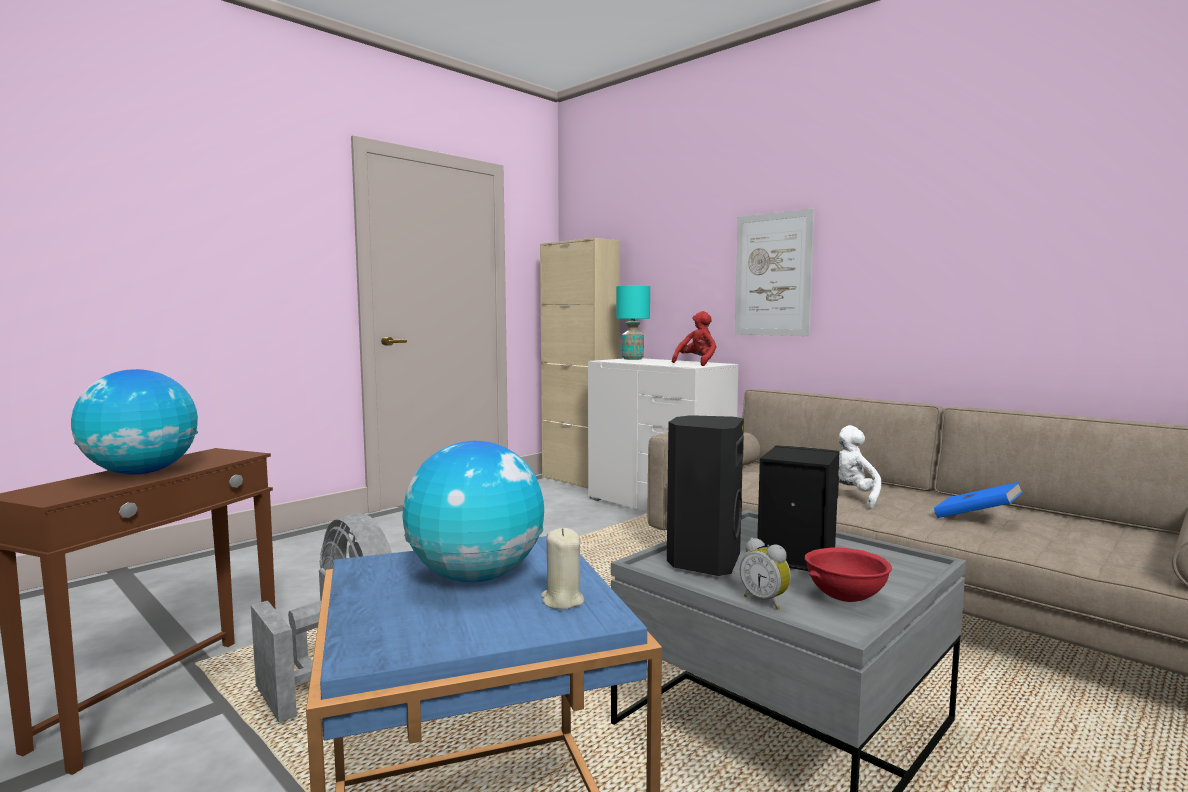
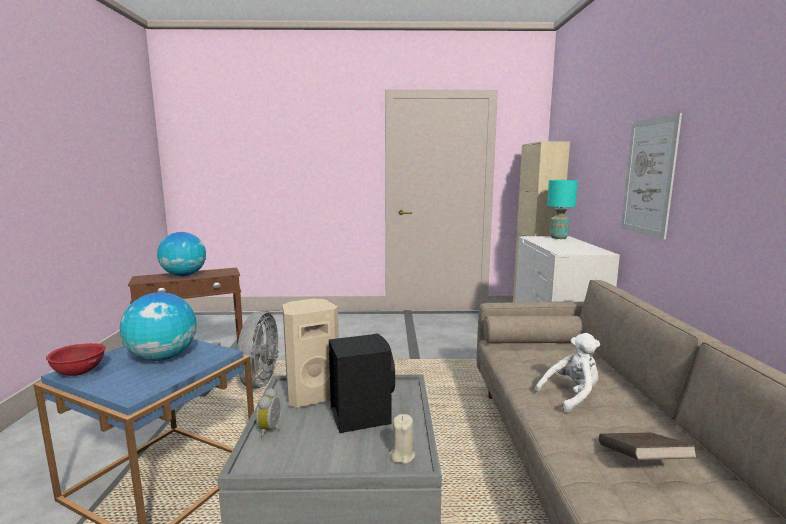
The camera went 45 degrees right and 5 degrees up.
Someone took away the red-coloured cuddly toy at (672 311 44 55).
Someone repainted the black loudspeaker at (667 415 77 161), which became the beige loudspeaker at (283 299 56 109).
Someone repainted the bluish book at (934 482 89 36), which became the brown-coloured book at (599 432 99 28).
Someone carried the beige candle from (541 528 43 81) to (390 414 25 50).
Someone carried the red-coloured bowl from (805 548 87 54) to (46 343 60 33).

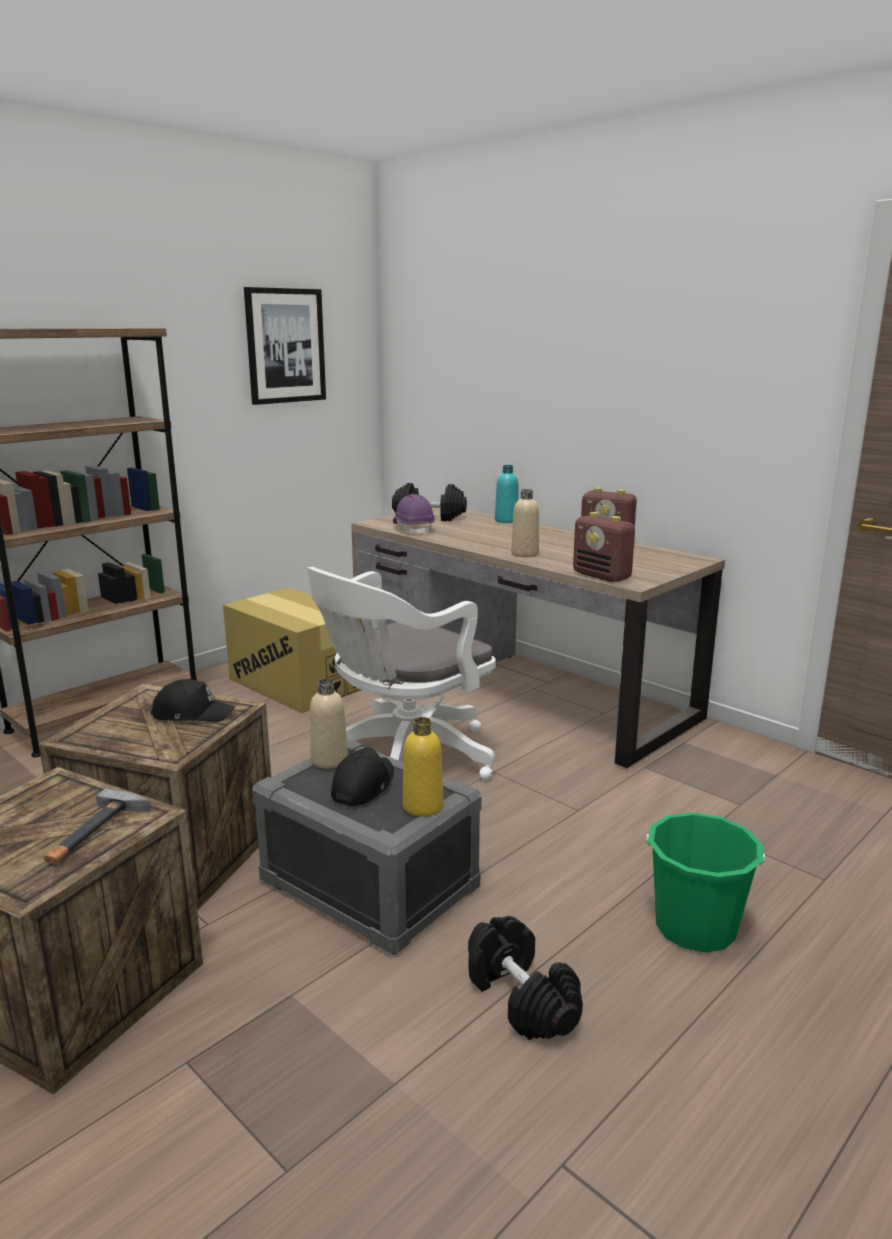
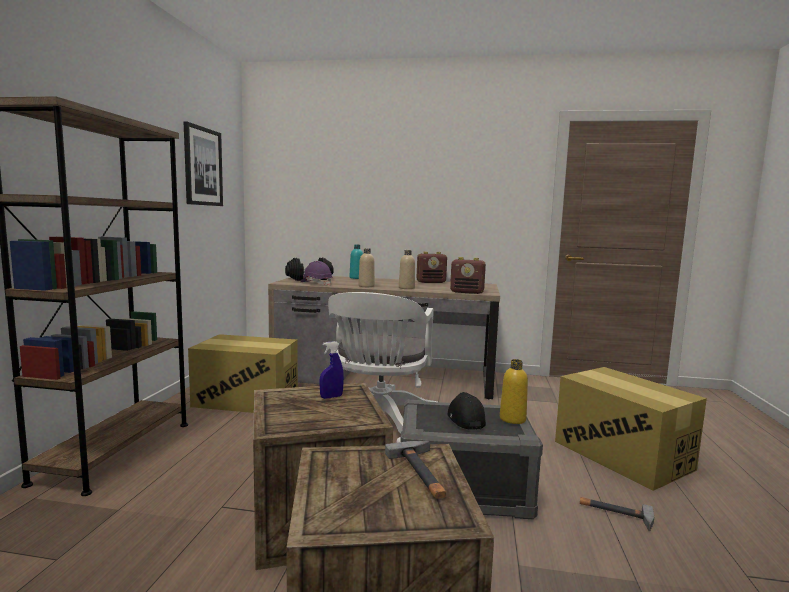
The camera went 35 degrees left and 10 degrees down.
Someone swapped the black peaked cap at (151 679 84 43) for the bluish sprayer at (319 341 25 58).
Someone carried the beige drink bottle from (310 679 38 90) to (358 248 17 39).
Someone swapped the green bucket at (646 813 119 140) for the packing box at (555 367 152 124).
Someone swapped the black hand weight at (468 916 115 124) for the hammer at (580 497 74 34).

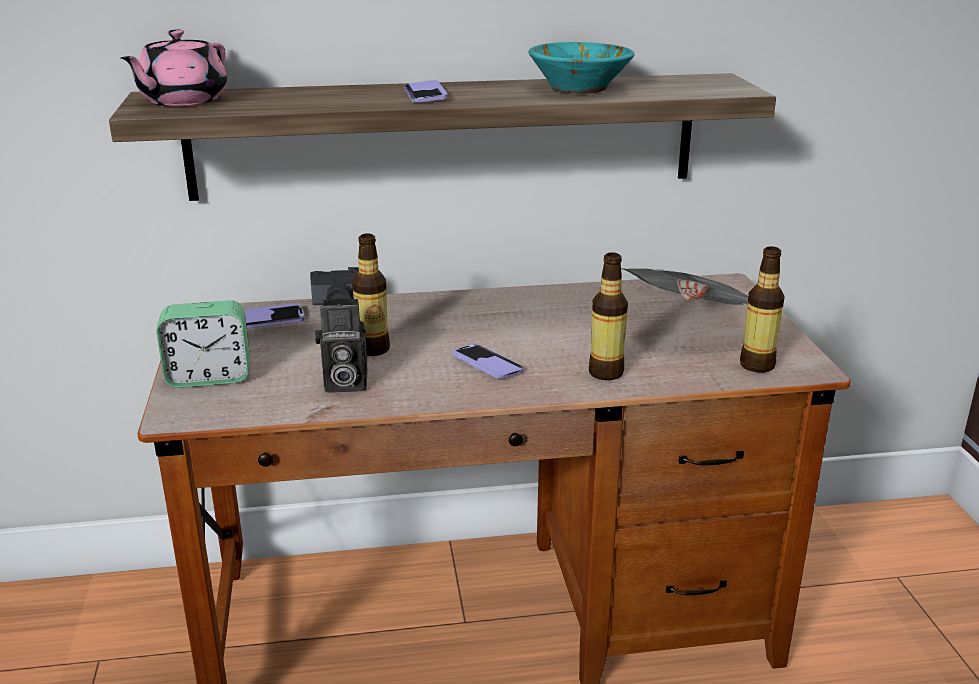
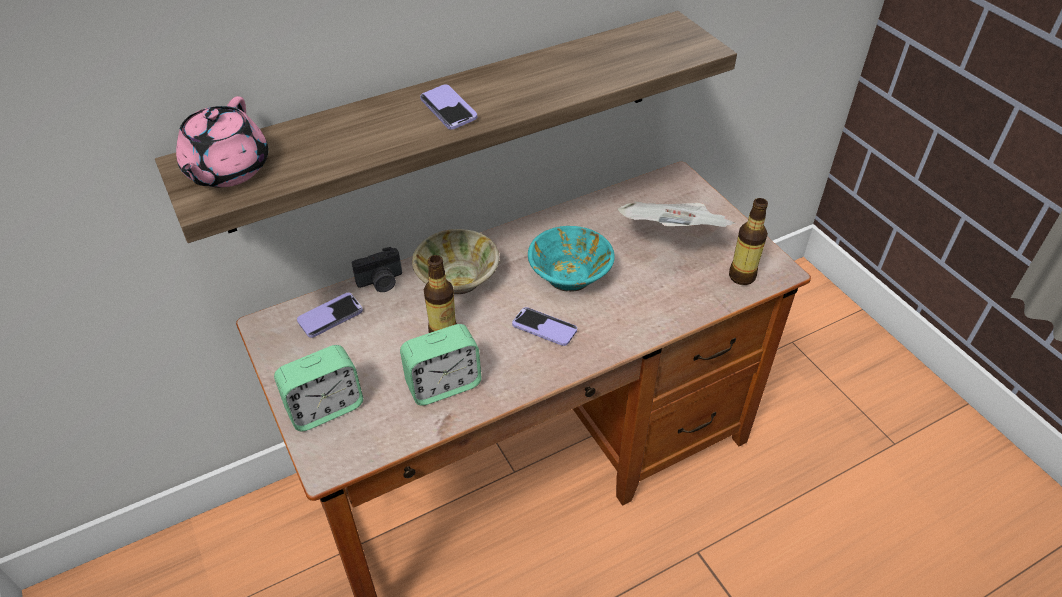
The camera went 20 degrees left and 20 degrees up.
Someone carried the turquoise bowl from (529 42 106 52) to (528 226 87 66).
Someone took away the drink bottle at (589 252 39 128).
Someone swapped the photo camera at (315 298 52 95) for the table clock at (400 324 82 81).
Someone put down the beige bowl at (412 229 88 65).

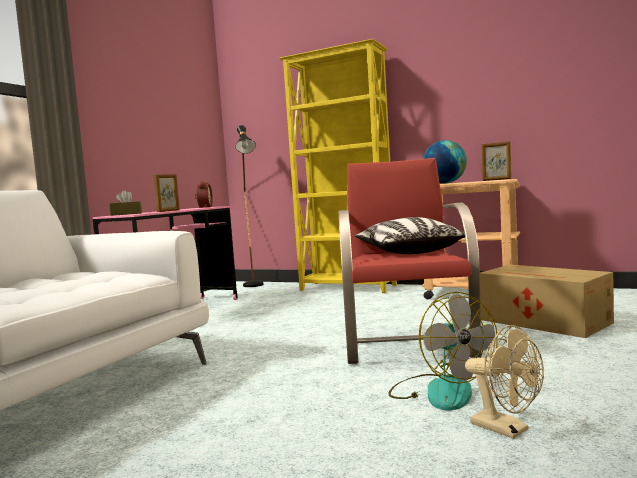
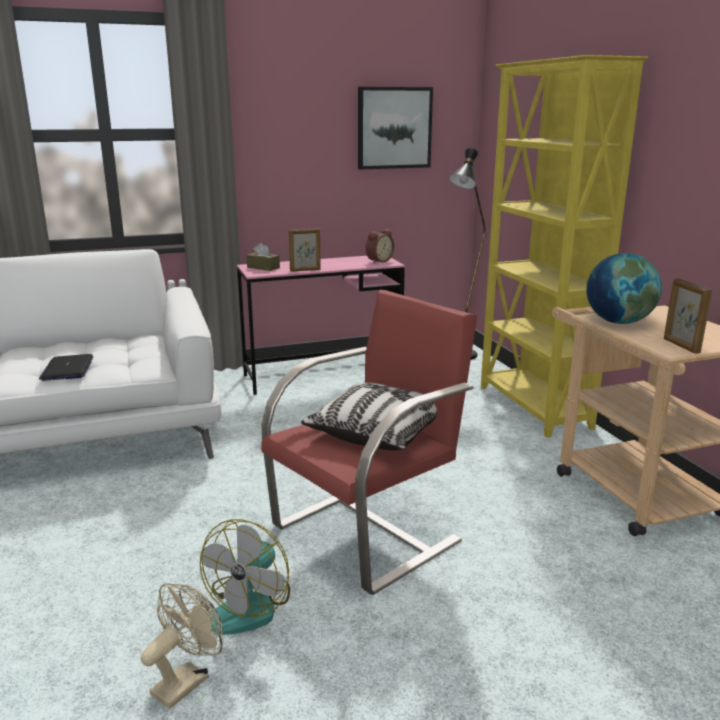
The camera went 45 degrees right and 15 degrees up.
Someone took away the packing box at (480 265 134 73).
Someone rotated the beige fan at (465 325 79 114) by 150 degrees counterclockwise.
Someone put up the wall art at (358 87 75 82).
Someone put down the portable computer at (39 354 54 27).

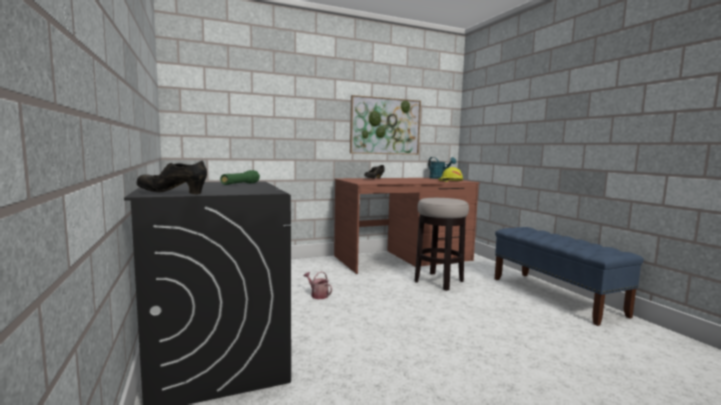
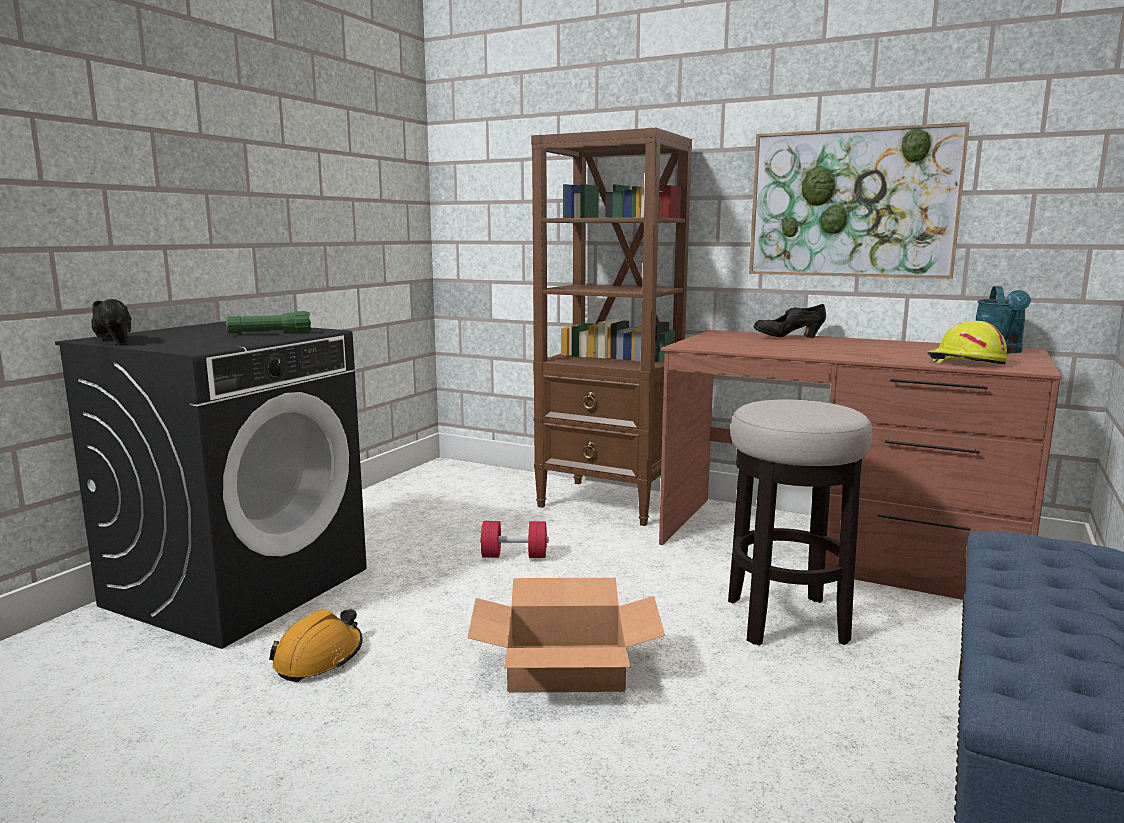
The camera went 50 degrees right and 5 degrees up.
Someone swapped the watering can at (304 271 28 28) for the red-coloured hand weight at (480 521 69 37).
Someone put down the brown-coloured bookshelf at (531 128 161 398).
Someone put down the packing box at (467 578 198 115).
Someone put down the orangey work helmet at (269 609 94 73).

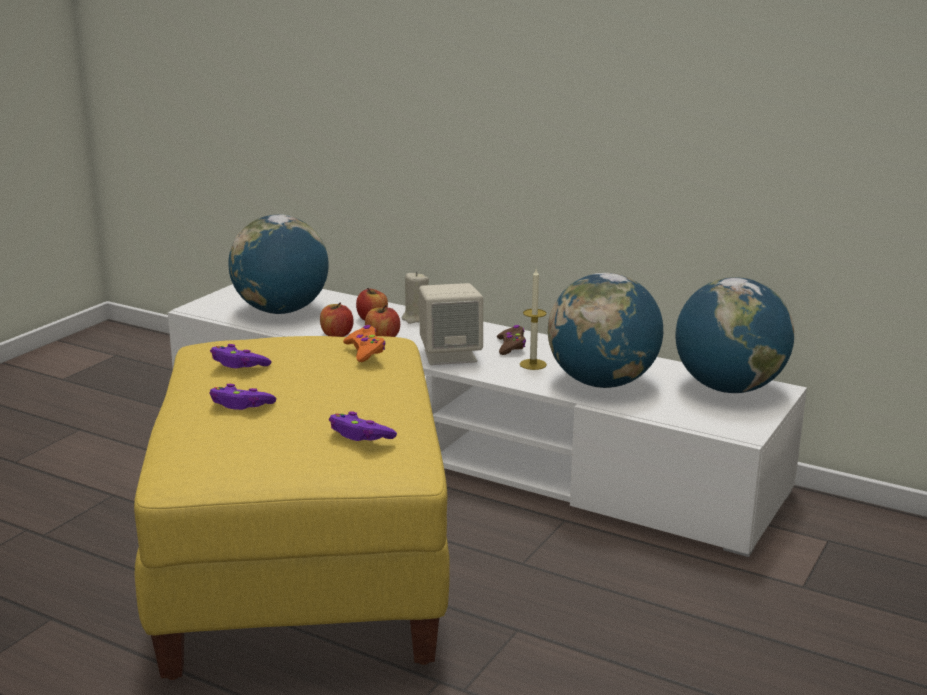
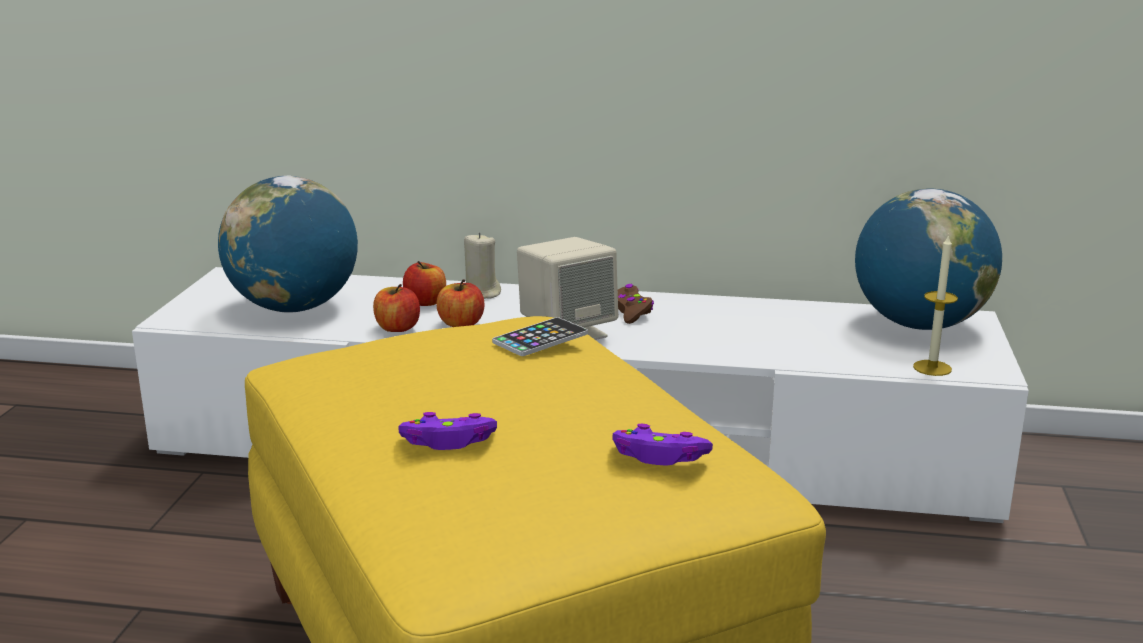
The camera went 20 degrees left and 0 degrees up.
Someone carried the candle from (520 269 27 101) to (913 234 45 142).
Someone took away the desk globe at (548 273 115 115).
Someone swapped the orangey game controller at (343 325 43 37) for the handset at (492 317 96 39).
Someone took away the purple game controller at (210 344 62 25).

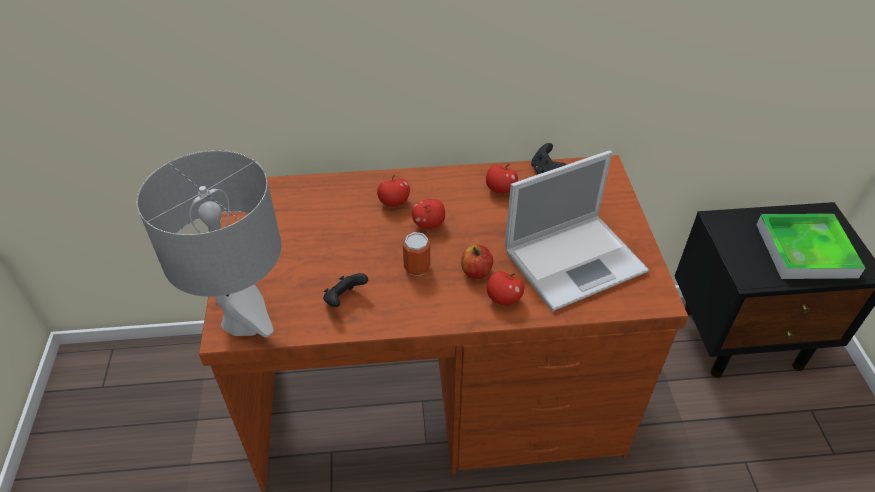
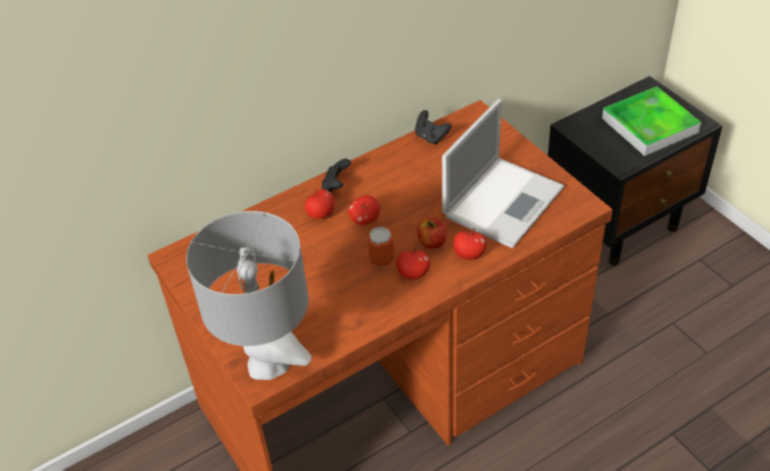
The camera went 25 degrees left and 0 degrees up.
Someone carried the apple fruit from (486 164 32 30) to (396 247 34 33).
Someone carried the black game controller from (323 273 45 34) to (322 159 29 33).

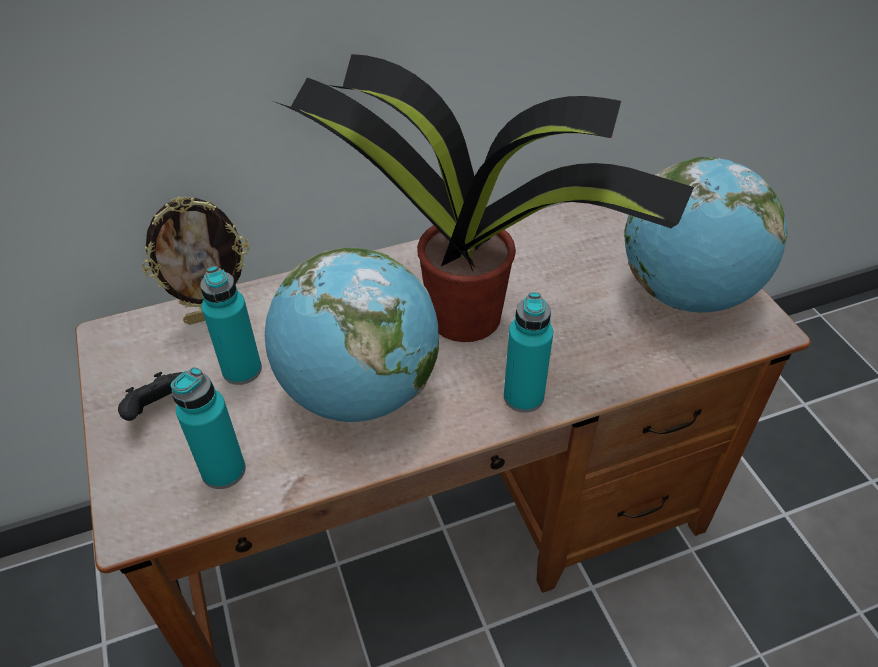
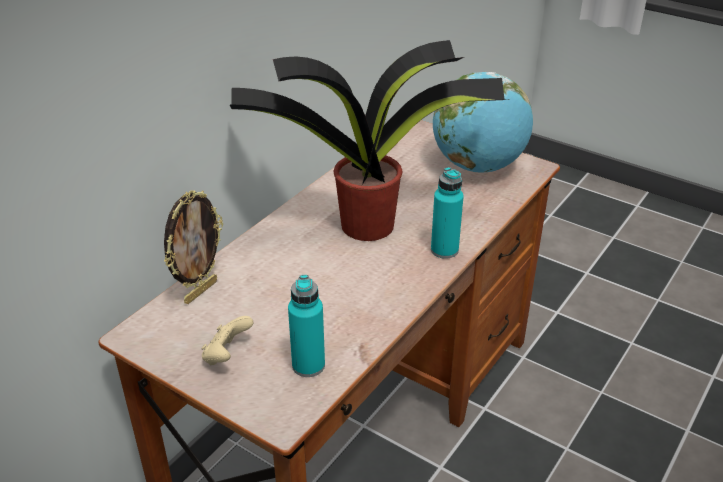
The camera went 35 degrees left and 10 degrees down.
Someone took away the desk globe at (265 248 174 174).
Someone took away the turquoise drink bottle at (200 266 62 119).
Someone repainted the black game controller at (118 372 65 49), which became the beige game controller at (202 316 51 49).

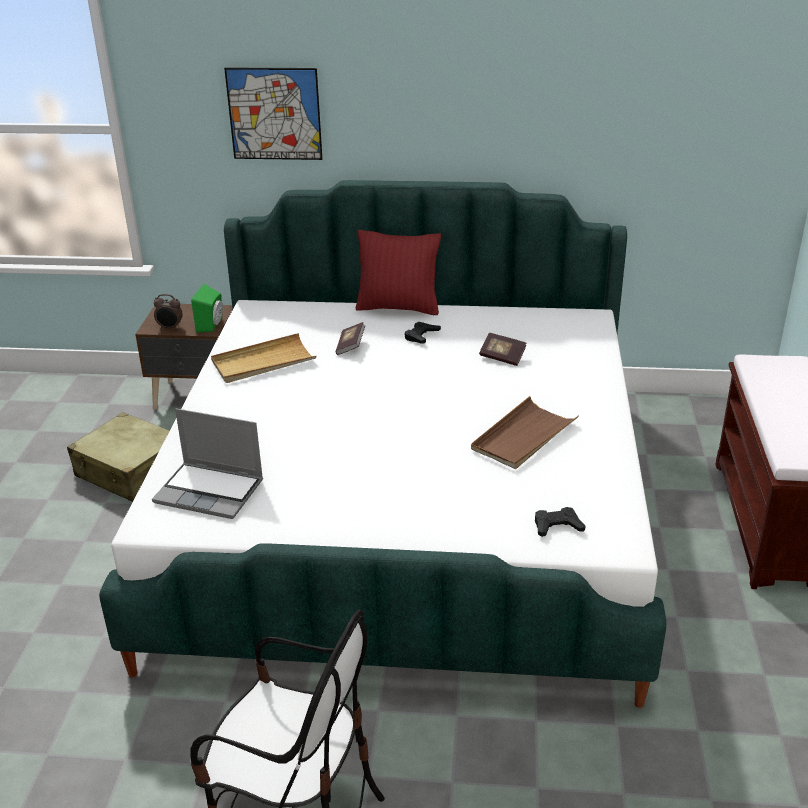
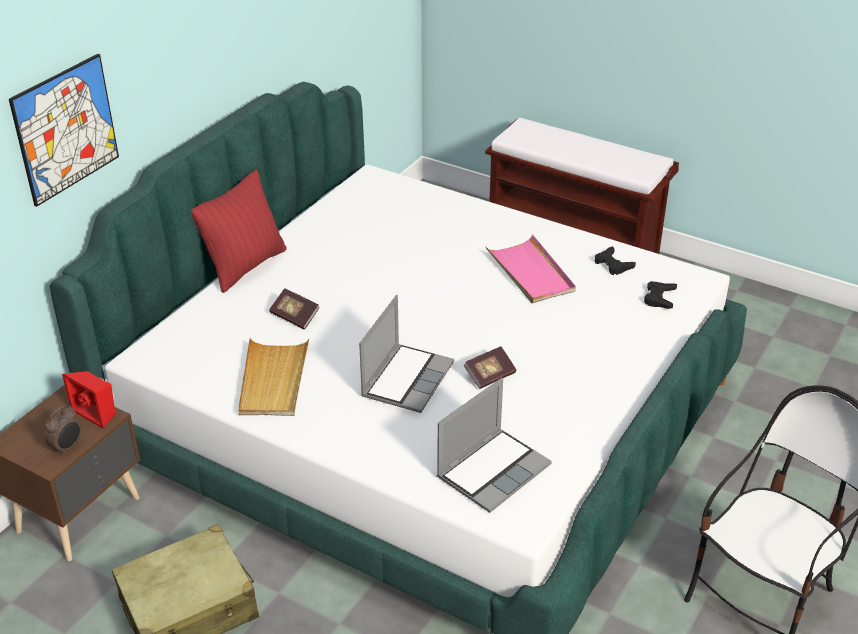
The camera went 65 degrees left and 5 degrees up.
Someone repainted the green loudspeaker at (191 284 32 48), which became the red-coloured loudspeaker at (62 371 53 58).
Someone carried the black game controller from (405 322 36 21) to (595 246 41 29).
Someone carried the book from (479 333 47 33) to (464 346 52 43).
Someone repainted the brown-coloured tray at (471 396 108 73), which became the pinkish tray at (485 235 91 68).
Someone put down the portable computer at (359 295 95 118).

